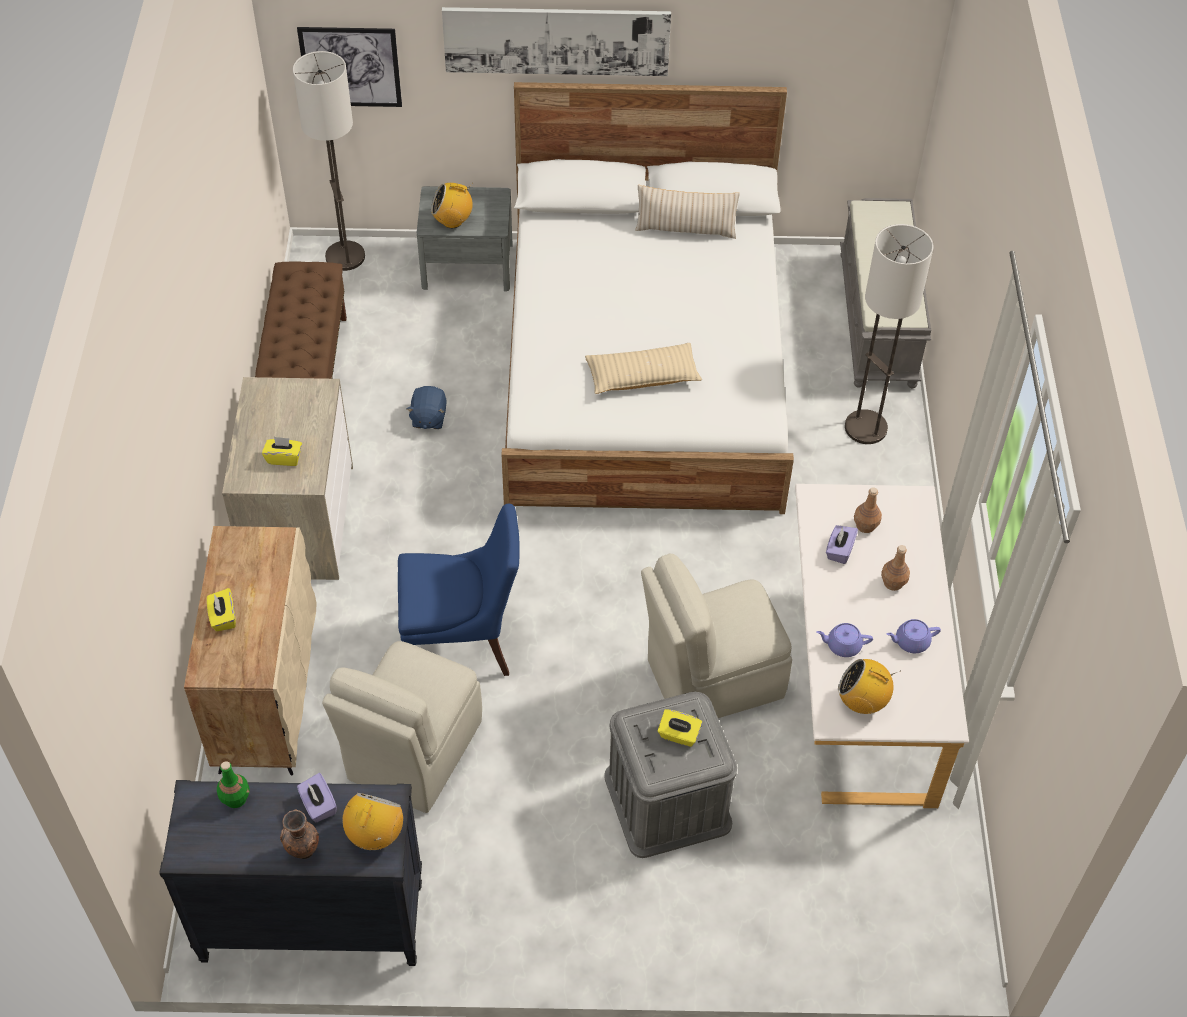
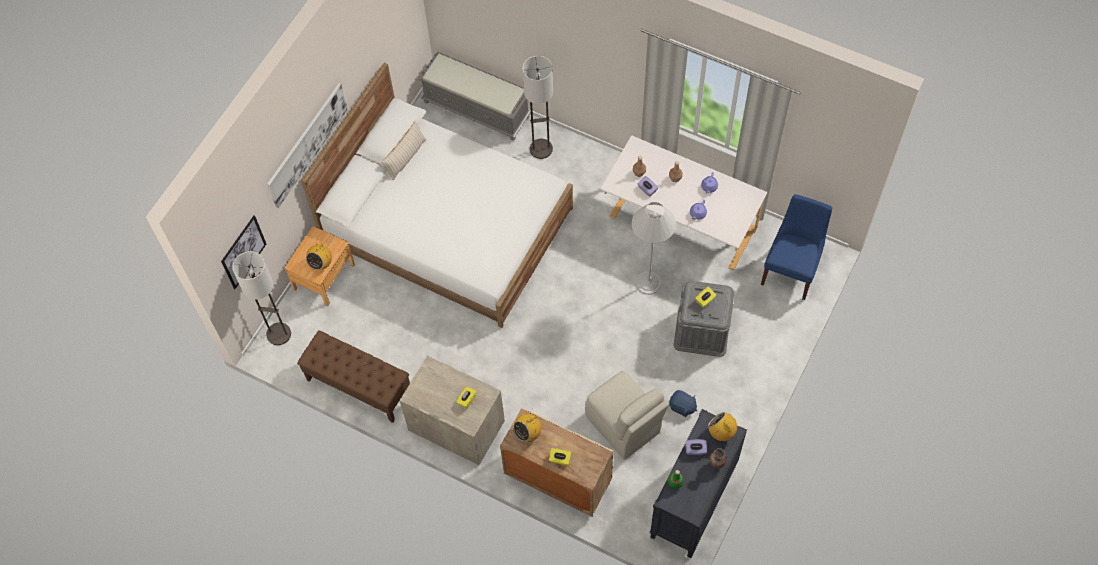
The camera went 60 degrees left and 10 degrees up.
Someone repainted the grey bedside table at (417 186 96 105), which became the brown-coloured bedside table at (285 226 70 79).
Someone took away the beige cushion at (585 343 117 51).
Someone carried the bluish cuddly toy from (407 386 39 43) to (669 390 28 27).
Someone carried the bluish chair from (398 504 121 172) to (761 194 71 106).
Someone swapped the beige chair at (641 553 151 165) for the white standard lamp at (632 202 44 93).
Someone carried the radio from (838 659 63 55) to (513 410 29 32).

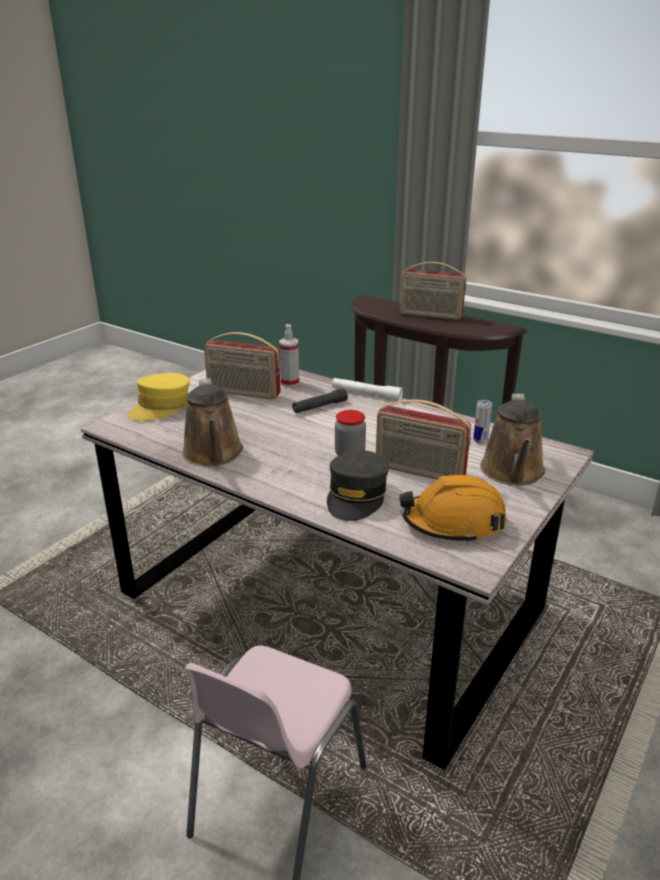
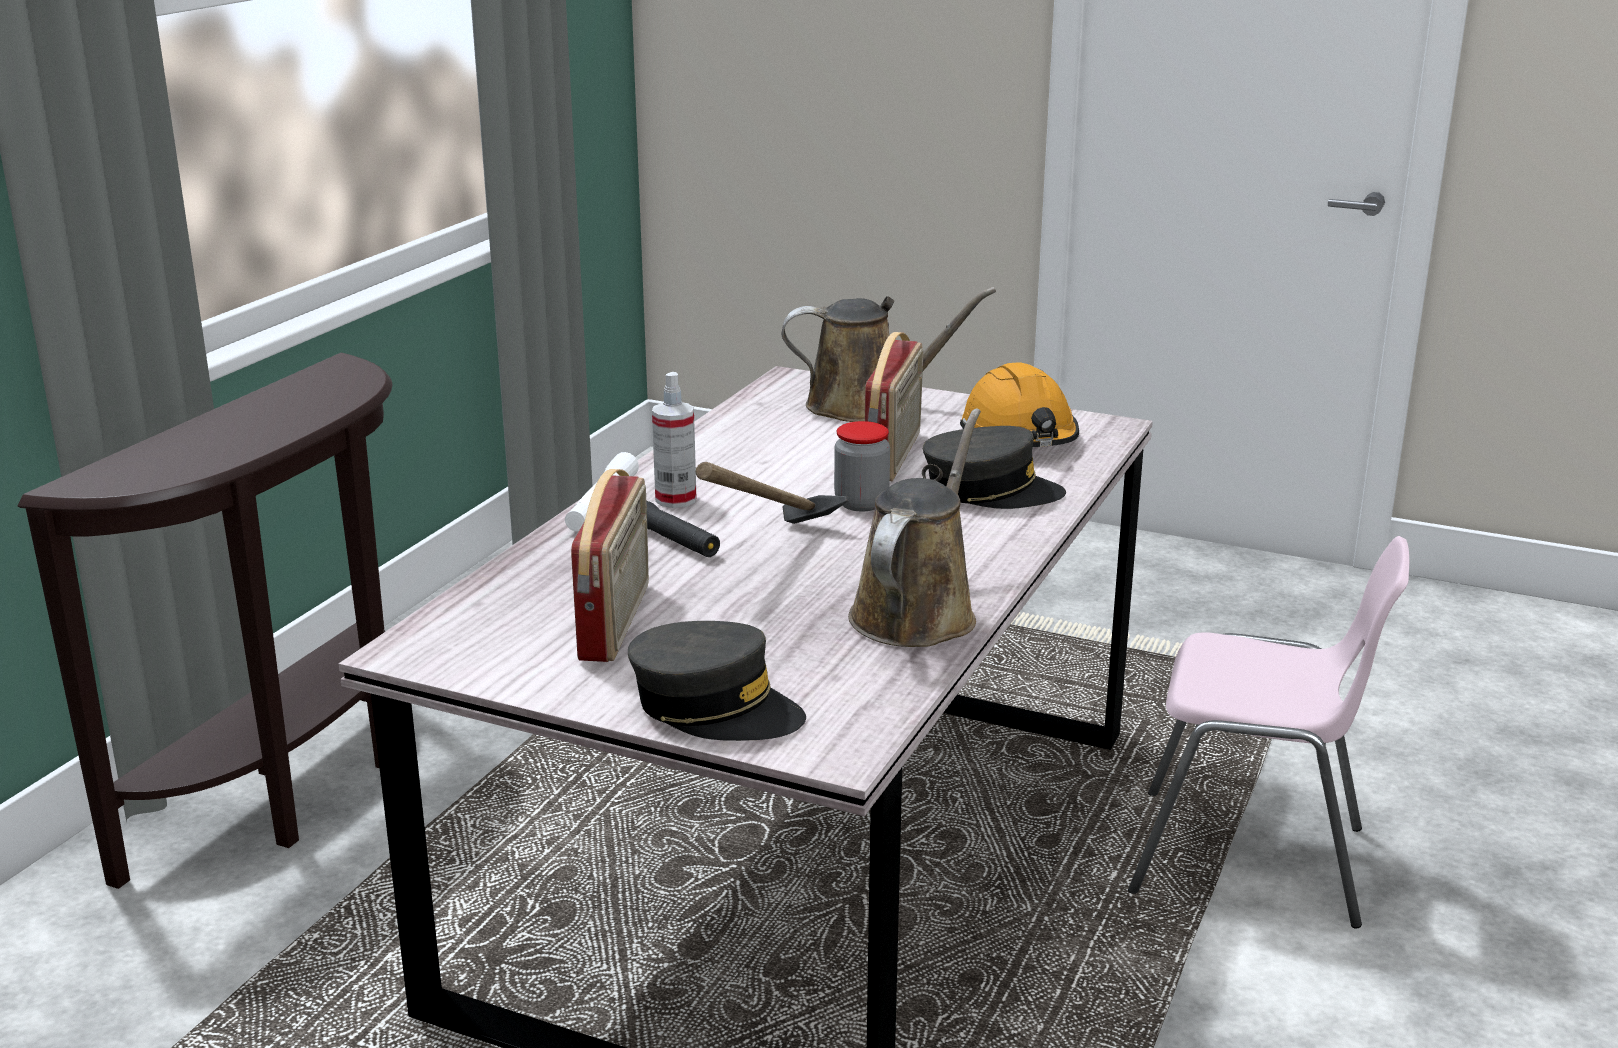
The camera went 100 degrees left and 5 degrees down.
Someone took away the radio at (400 262 67 58).
Someone carried the sprayer from (279 324 20 63) to (652 372 44 136).
Someone repainted the yellowish peaked cap at (128 373 62 48), which became the grey peaked cap at (628 621 178 120).
Someone rotated the brown-coloured watering can at (182 379 61 87) by 45 degrees counterclockwise.
Someone took away the metal can at (473 400 19 44).
Someone put down the hammer at (696 462 152 62).

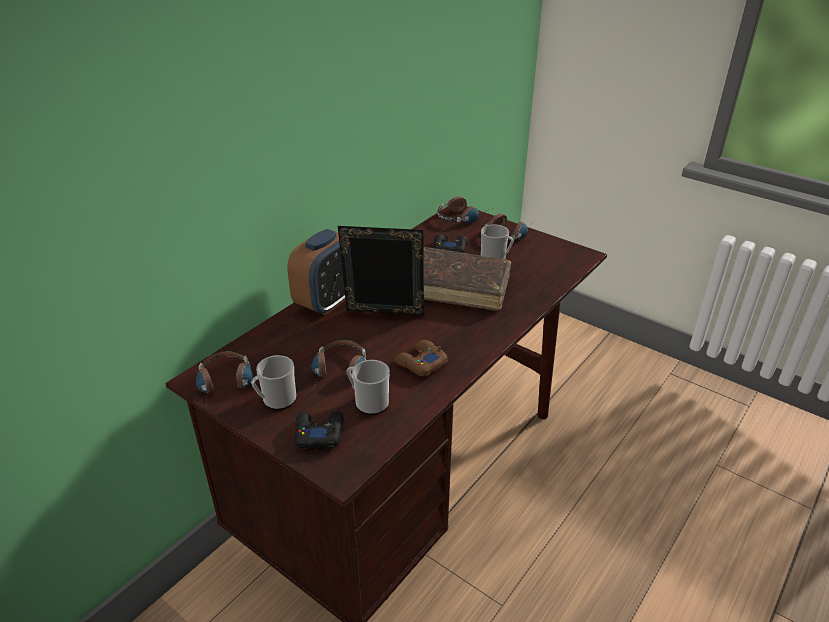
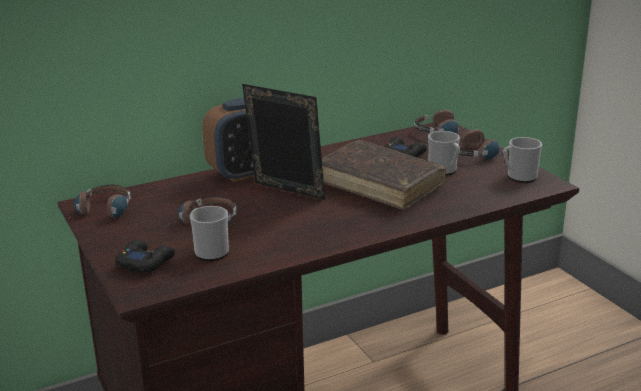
The camera went 25 degrees right and 10 degrees down.
Someone took away the brown-coloured game controller at (394 340 54 37).
Someone carried the tea mug from (251 355 45 55) to (503 137 39 46).

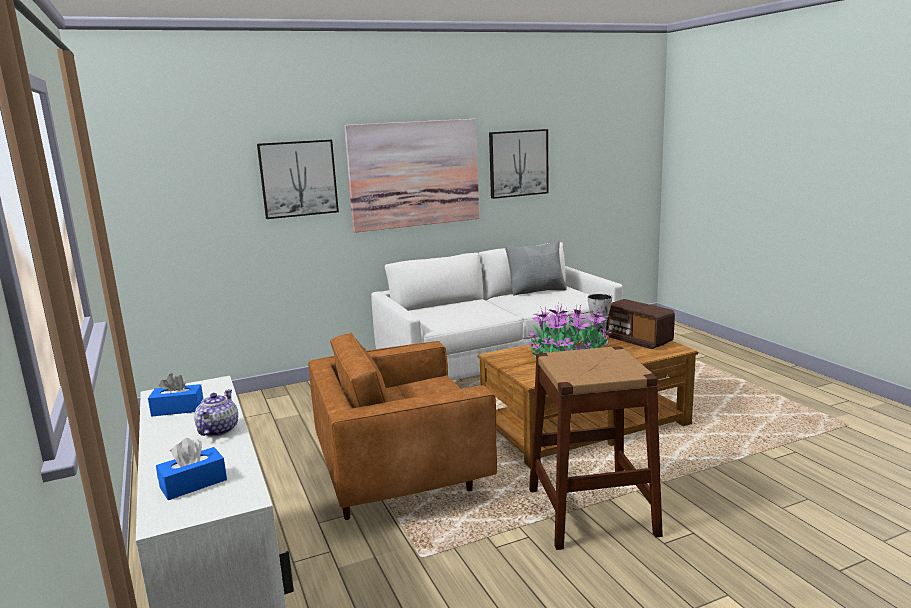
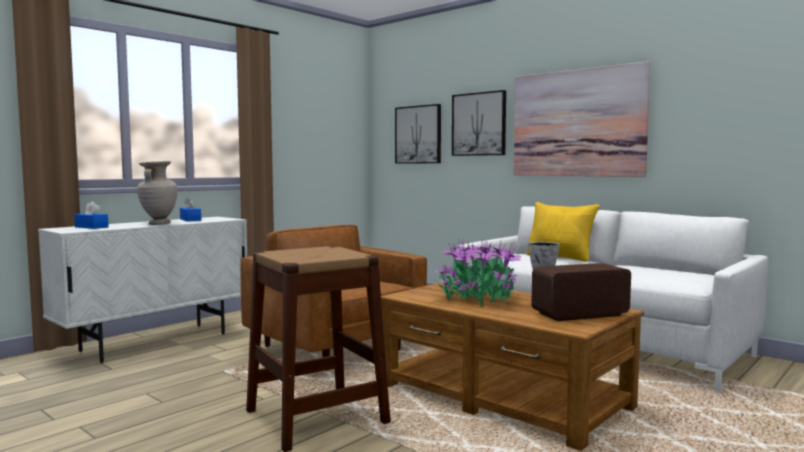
The camera went 65 degrees right and 10 degrees down.
Someone carried the wall art from (489 129 60 70) to (395 104 46 60).
Someone took away the grey cushion at (505 240 62 56).
Someone rotated the radio at (606 299 69 50) by 45 degrees clockwise.
Someone swapped the tea pot at (194 389 44 48) for the beige flower vase at (137 161 41 64).
Someone put down the yellowish cushion at (527 202 73 60).

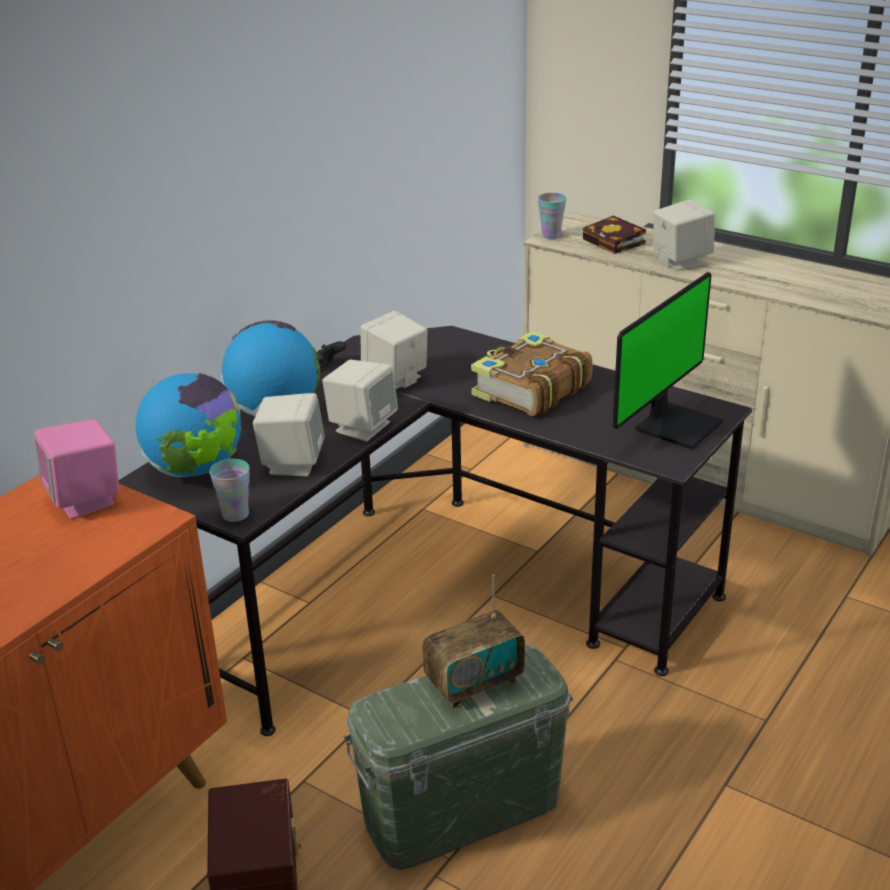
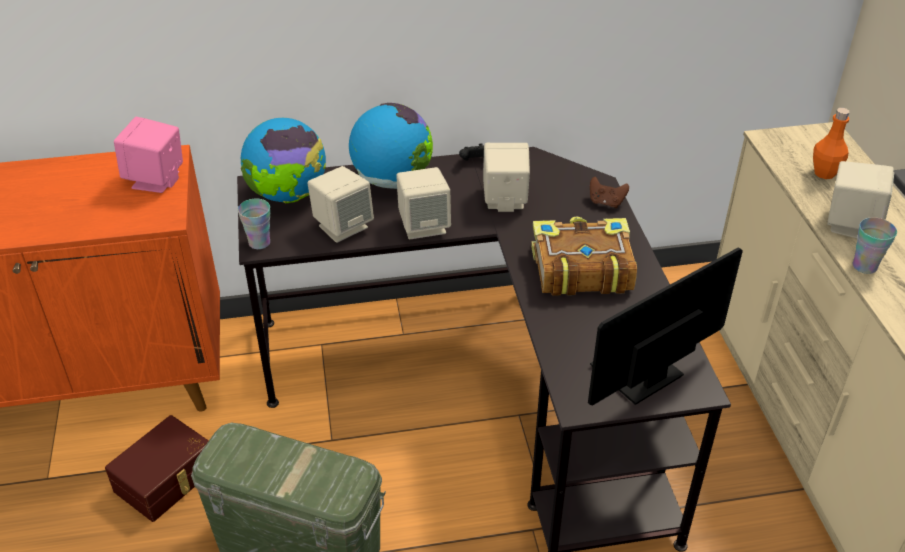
The camera went 45 degrees right and 10 degrees up.
Someone carried the cup from (538 193 28 46) to (853 217 44 57).
Someone swapped the book at (583 216 63 38) for the orangey drink bottle at (813 108 37 71).
Someone rotated the monitor at (613 272 110 178) by 150 degrees clockwise.
Someone took away the radio at (422 575 103 134).
Someone put down the brown-coloured game controller at (590 177 39 31).

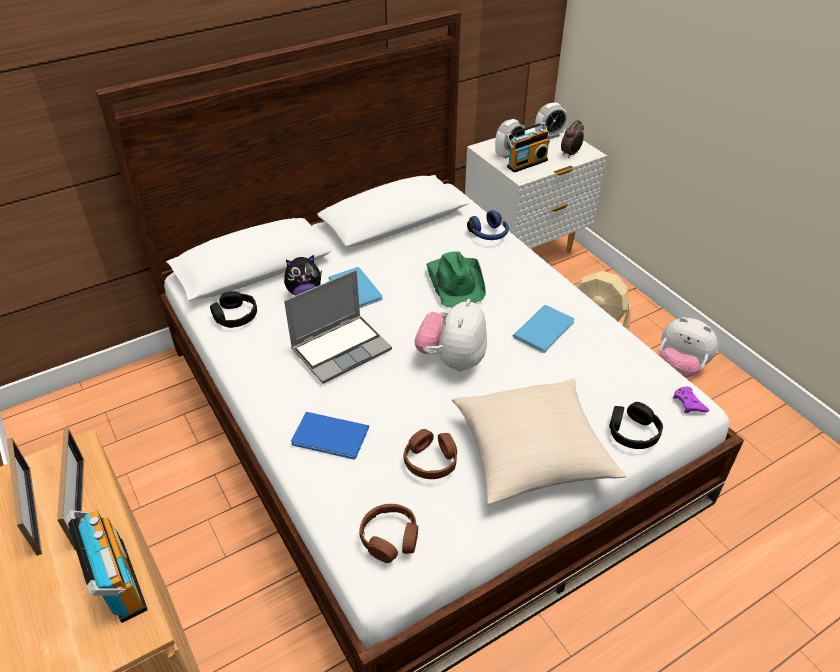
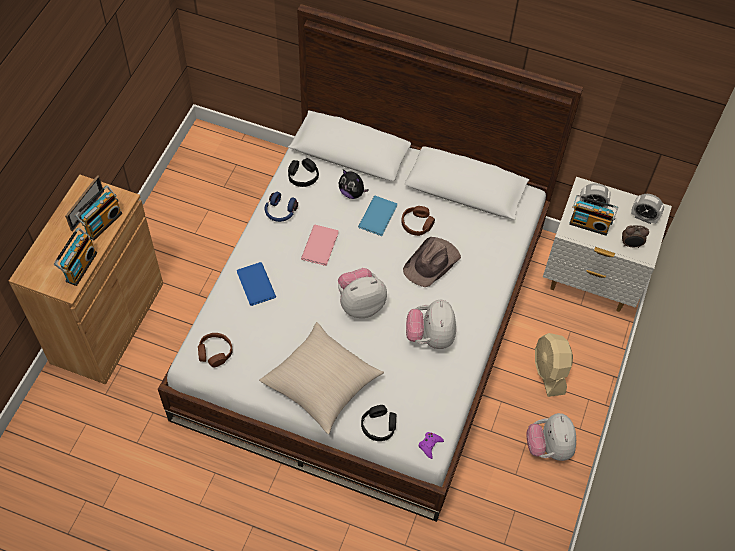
The camera went 50 degrees right and 15 degrees up.
Someone carried the bluish pair of headphones from (467 210 42 30) to (265 192 33 30).
Someone repainted the green hat at (426 251 60 56), which became the brown-coloured hat at (403 237 58 50).
Someone swapped the portable computer at (284 270 108 114) for the pinkish book at (301 225 37 41).
Someone swapped the bluish book at (513 305 62 48) for the cuddly toy at (406 300 50 49).
Someone swapped the photo frame at (57 429 27 121) for the radio at (74 185 48 55).
Someone carried the brown-coloured pair of headphones from (403 429 54 50) to (402 206 33 30).

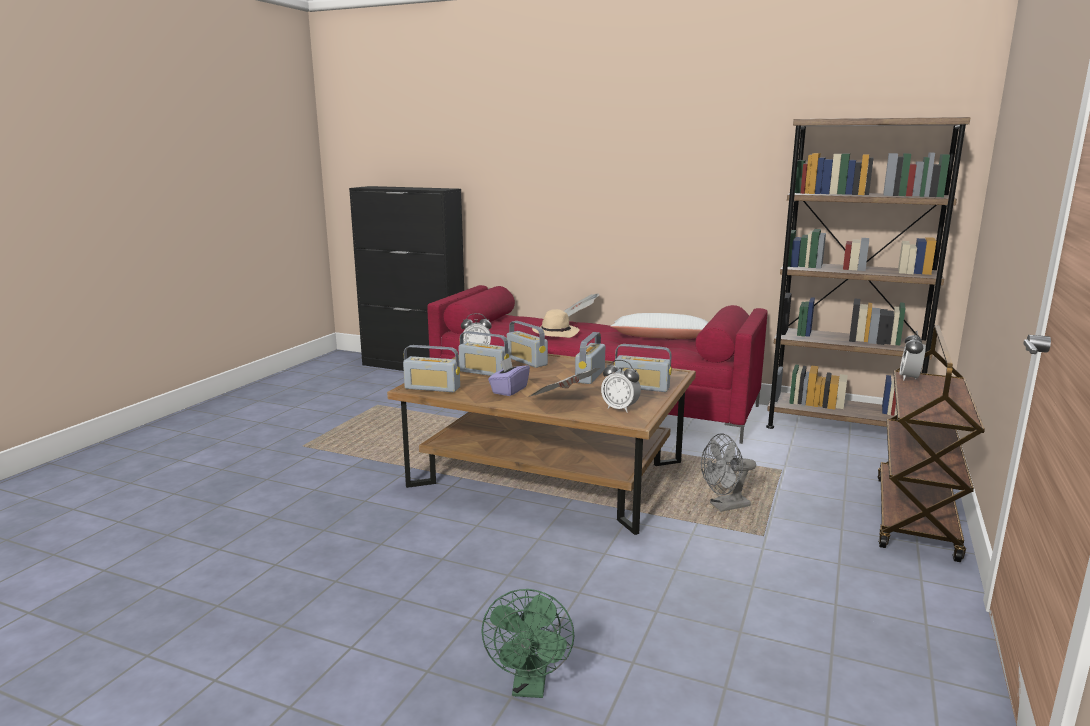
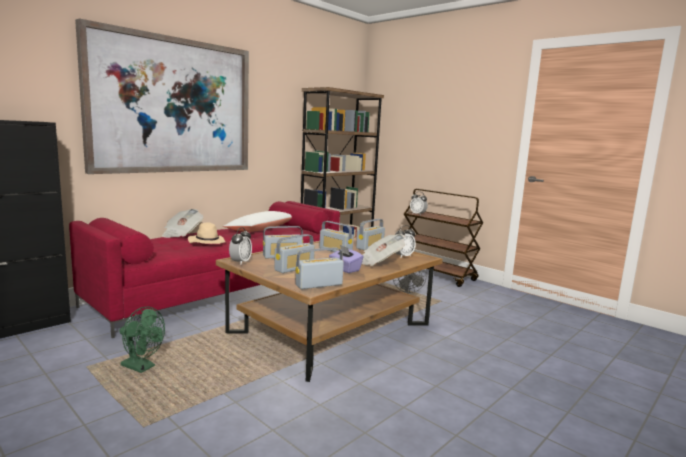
The camera went 70 degrees left and 5 degrees down.
Someone rotated the radio at (403 345 57 47) by 150 degrees counterclockwise.
Someone carried the green fan from (481 589 93 109) to (119 307 46 66).
Someone put up the wall art at (75 18 174 156).

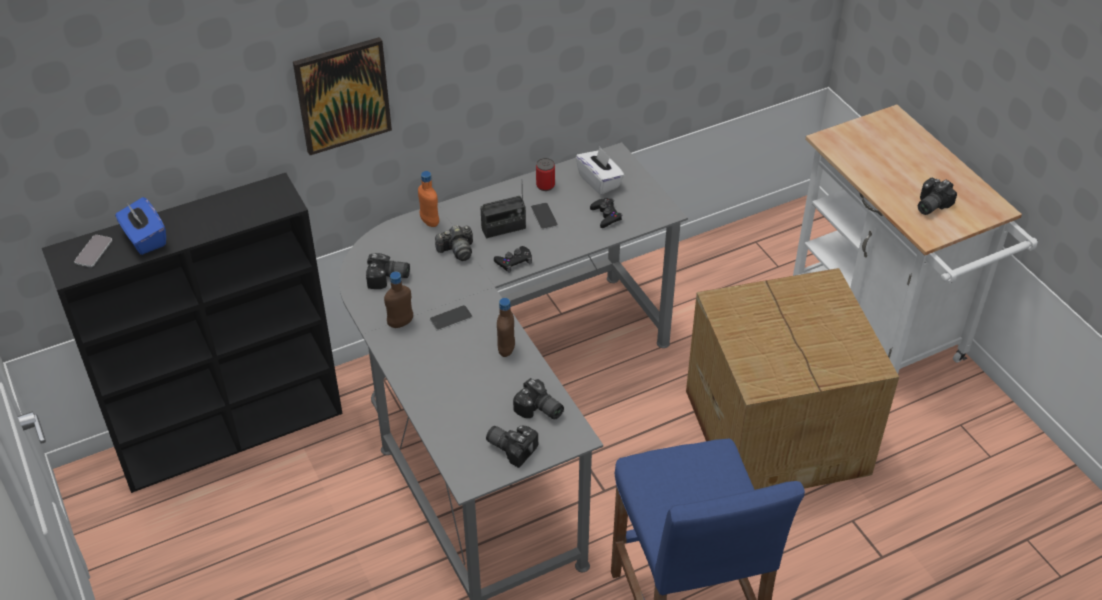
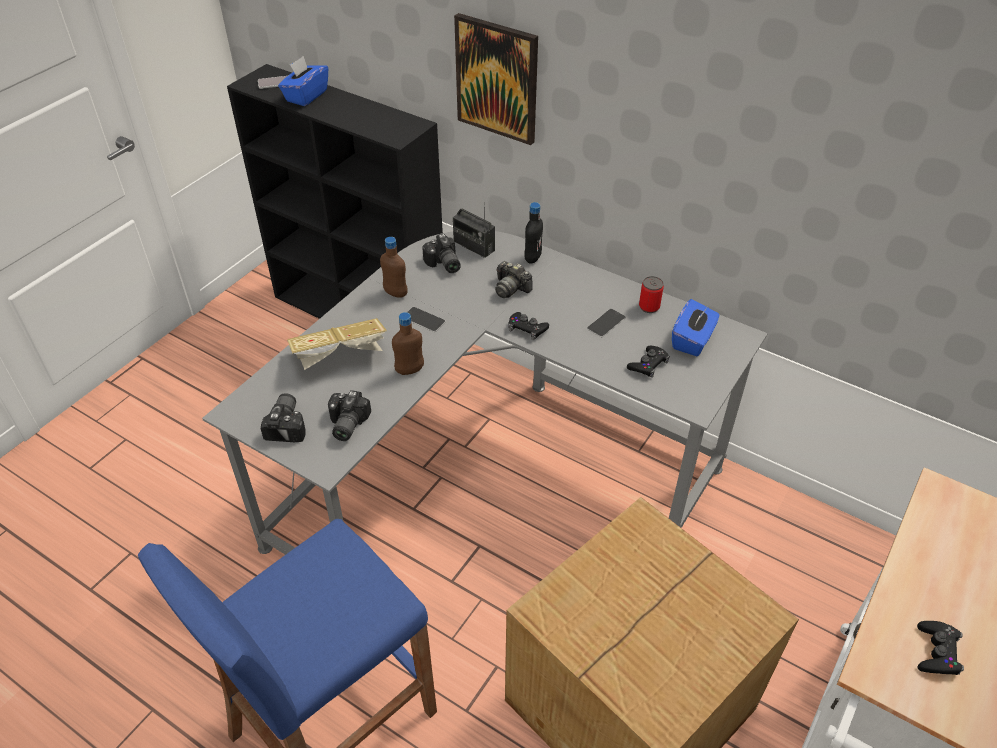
The camera went 60 degrees right and 0 degrees up.
Someone repainted the white tissue holder at (576 147 49 48), which became the bluish tissue holder at (672 299 48 57).
Someone repainted the orangey drink bottle at (418 171 21 56), which became the black drink bottle at (524 202 19 62).
Someone swapped the photo camera at (918 178 39 37) for the black game controller at (917 621 47 54).
Someone carried the radio from (480 190 46 48) to (453 203 42 55).
Someone put down the book at (287 318 100 52).

